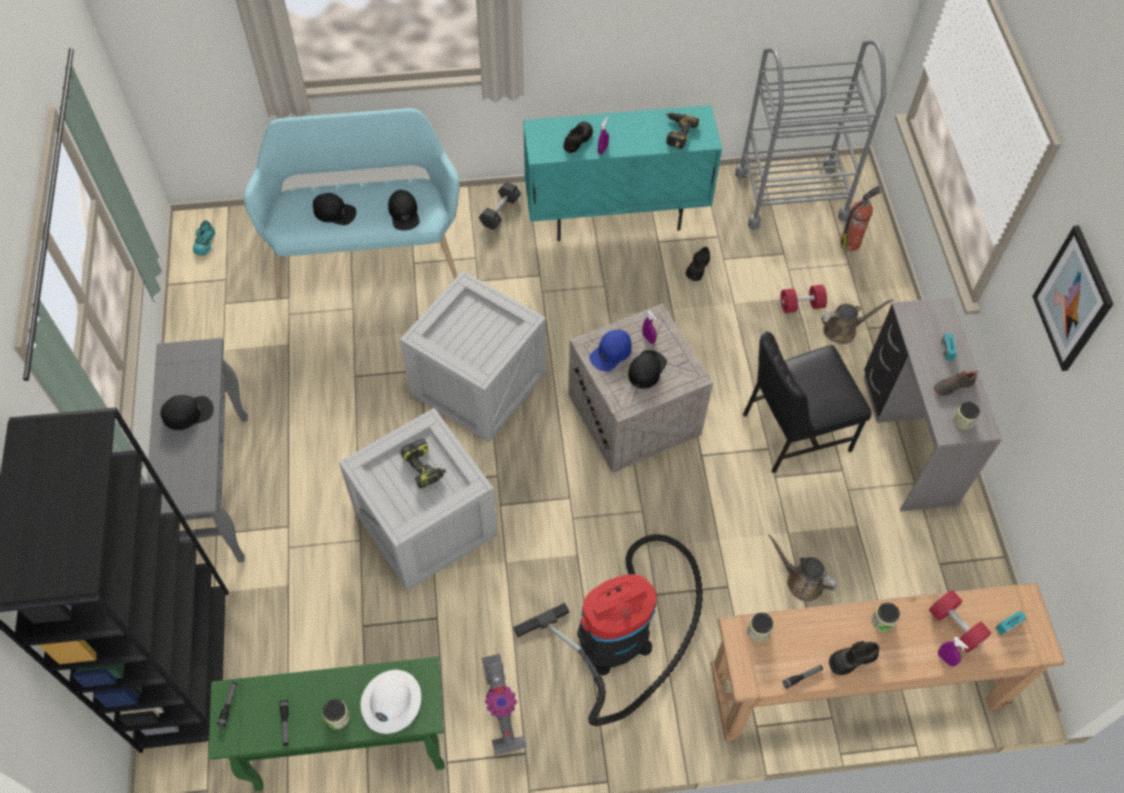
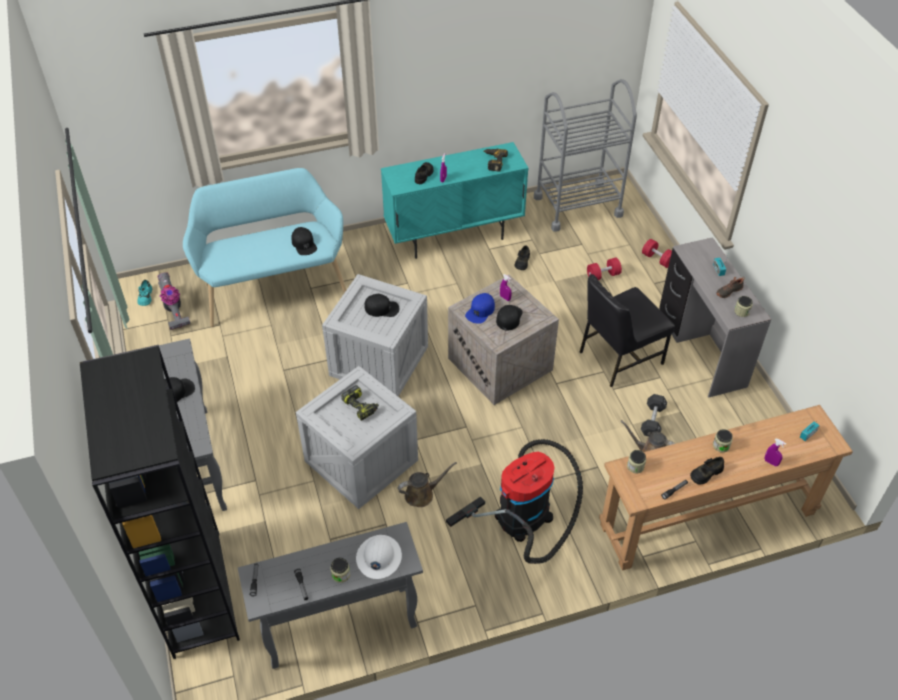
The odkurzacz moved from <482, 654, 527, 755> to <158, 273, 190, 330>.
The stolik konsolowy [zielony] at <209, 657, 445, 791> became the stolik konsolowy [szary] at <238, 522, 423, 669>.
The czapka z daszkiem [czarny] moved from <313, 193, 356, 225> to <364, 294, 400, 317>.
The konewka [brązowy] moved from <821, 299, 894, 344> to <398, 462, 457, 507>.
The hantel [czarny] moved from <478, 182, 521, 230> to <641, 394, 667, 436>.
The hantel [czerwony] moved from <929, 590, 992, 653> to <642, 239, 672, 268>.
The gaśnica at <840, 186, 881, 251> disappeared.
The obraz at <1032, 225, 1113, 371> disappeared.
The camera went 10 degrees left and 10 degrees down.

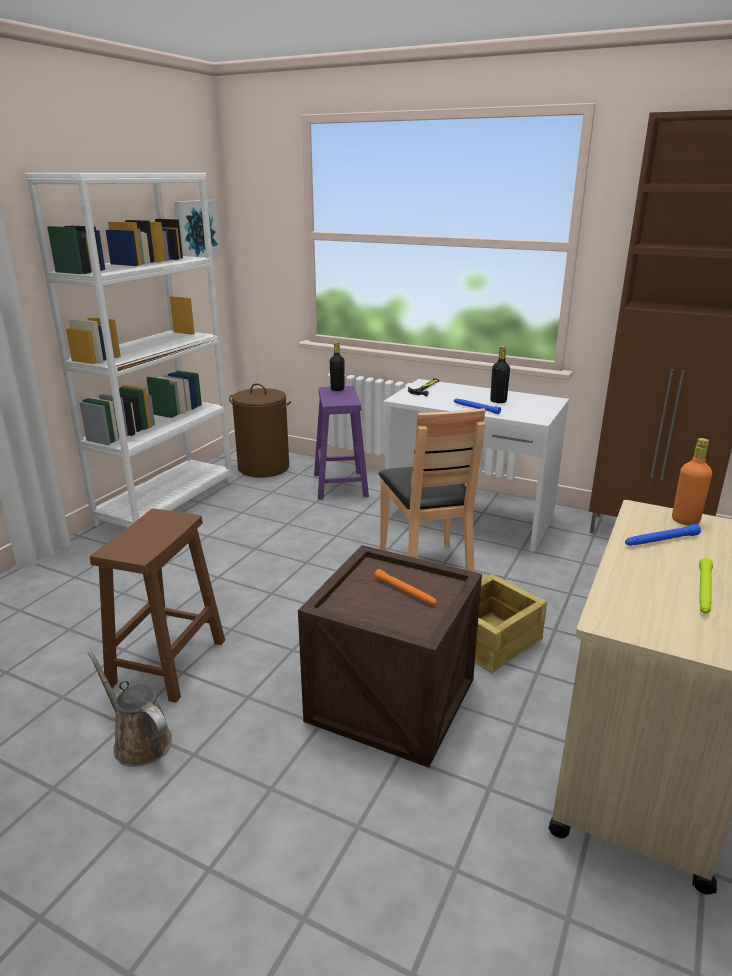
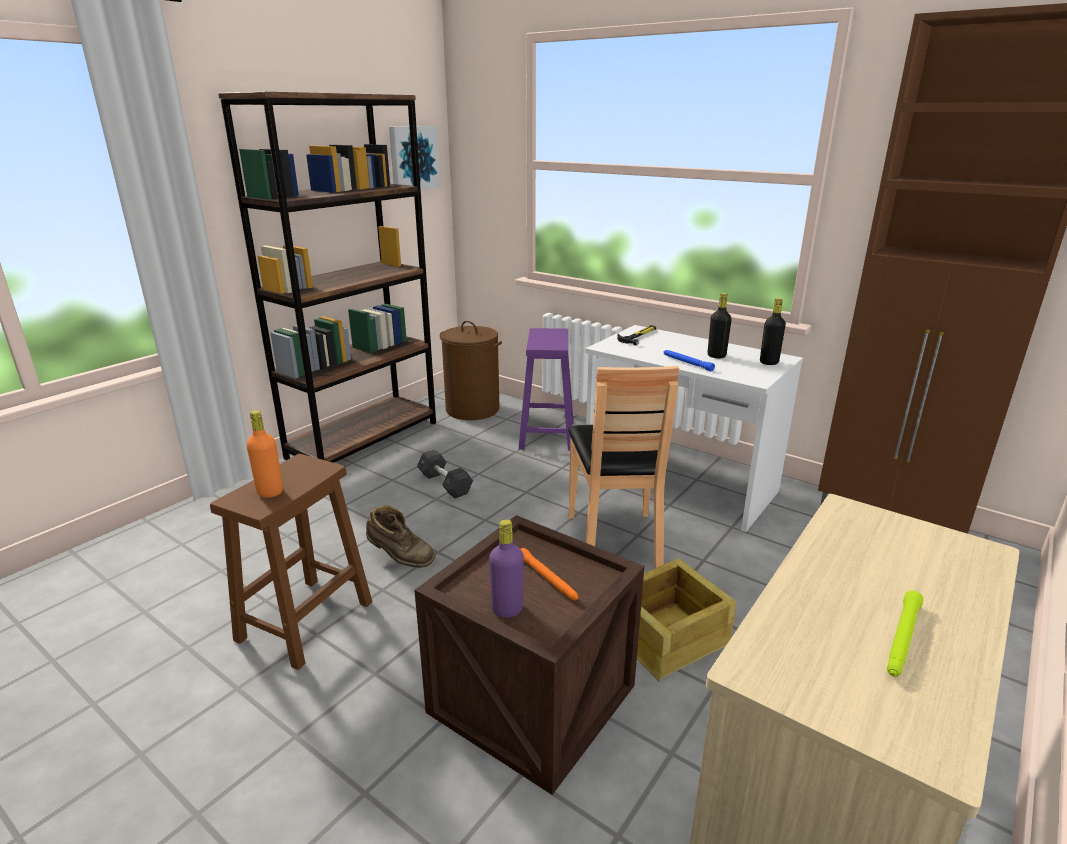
The regał [biały] at <25, 173, 233, 528> became the regał [brązowy] at <218, 92, 436, 463>.
The butelka [pomarańczowy] moved from <672, 438, 712, 525> to <246, 410, 283, 498>.
The but z cholewką [brązowy] at <366, 505, 435, 568> appeared.
The hantel [szary] at <417, 450, 473, 498> appeared.
The butelka [fioletowy] at <489, 519, 524, 618> appeared.
The butelka [czarny] moved from <330, 342, 344, 391> to <760, 298, 786, 365>.
The konewka [brązowy] at <87, 650, 172, 767> disappeared.
The latarka [niebieski] at <625, 524, 701, 546> disappeared.
The camera went 10 degrees right and 0 degrees up.

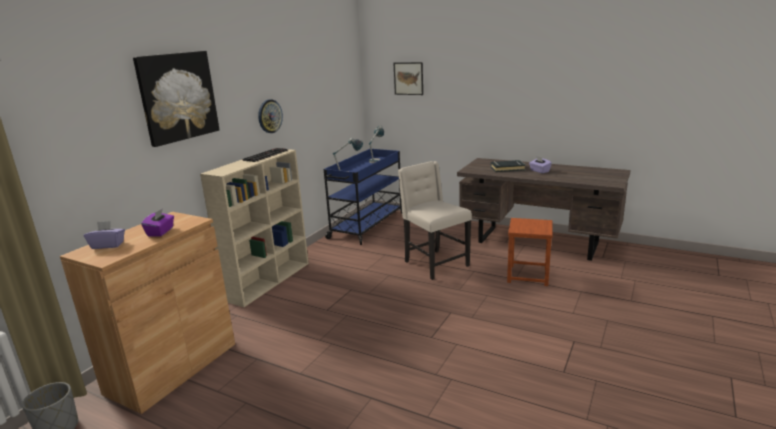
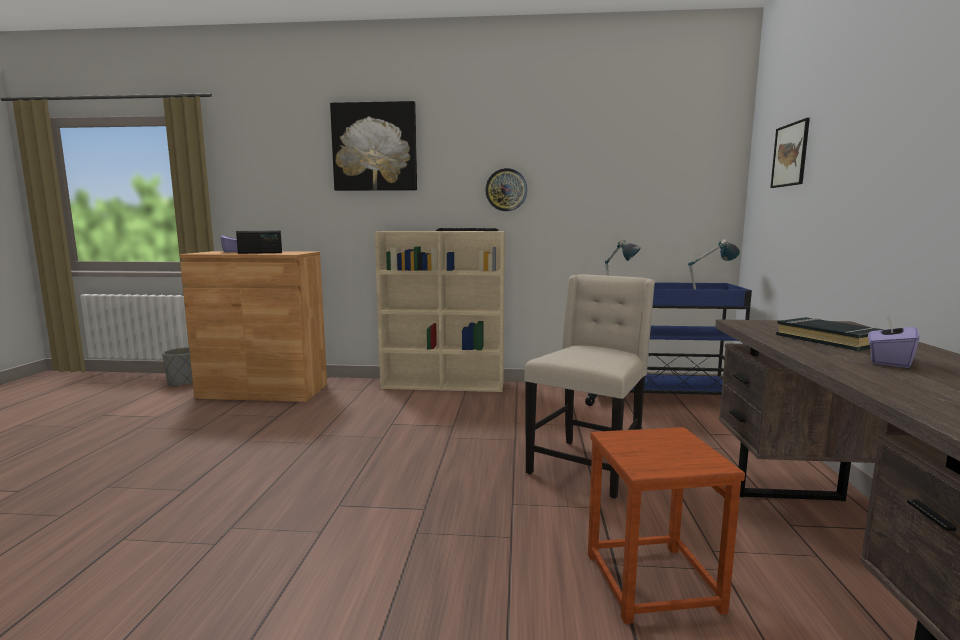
The pudełko chusteczek [fioletowy] at <141, 208, 174, 237> was replaced by the radio at <236, 231, 282, 254>.
The camera went 65 degrees right and 10 degrees down.

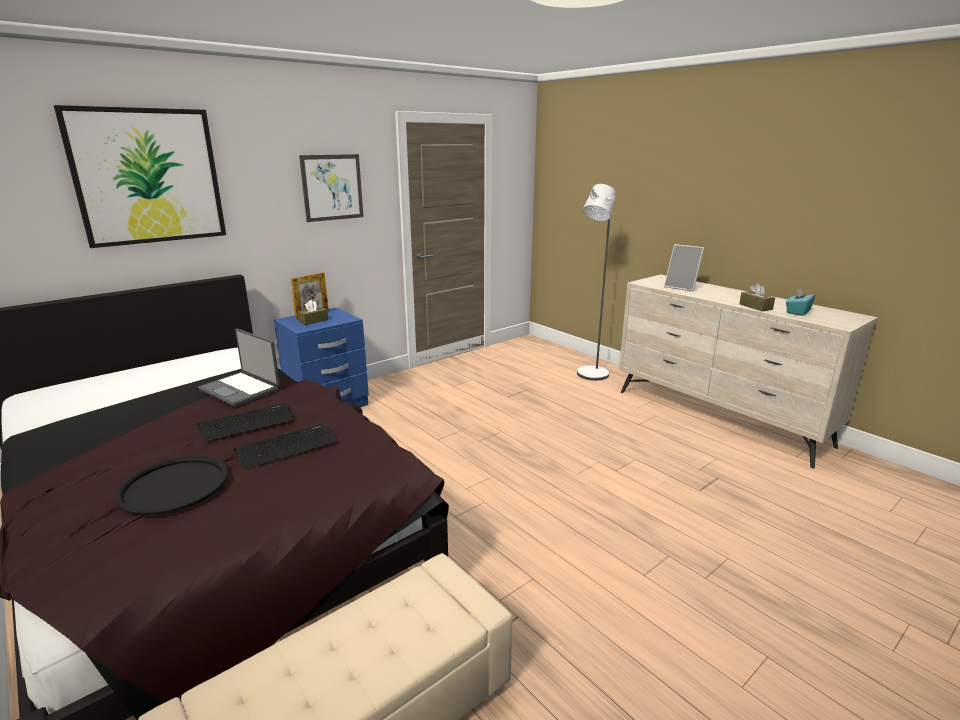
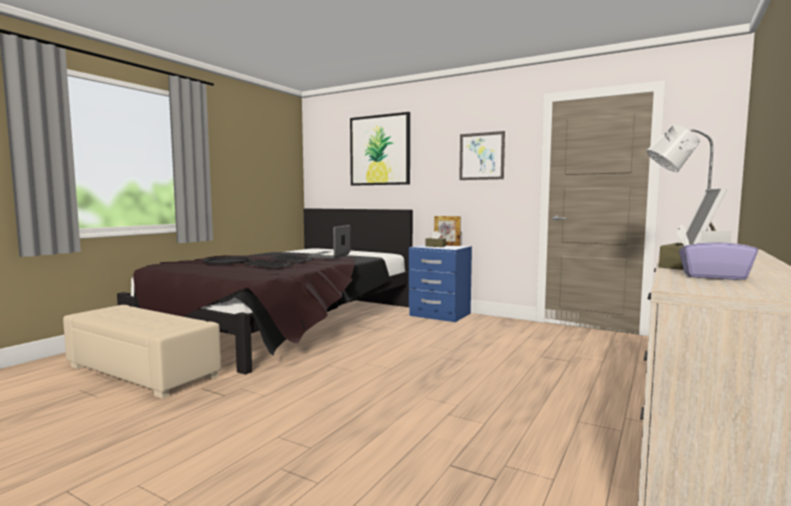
The pudełko chusteczek [turkusowy] at <786, 287, 815, 316> became the pudełko chusteczek [fioletowy] at <679, 230, 758, 280>.
The camera went 70 degrees right and 15 degrees down.

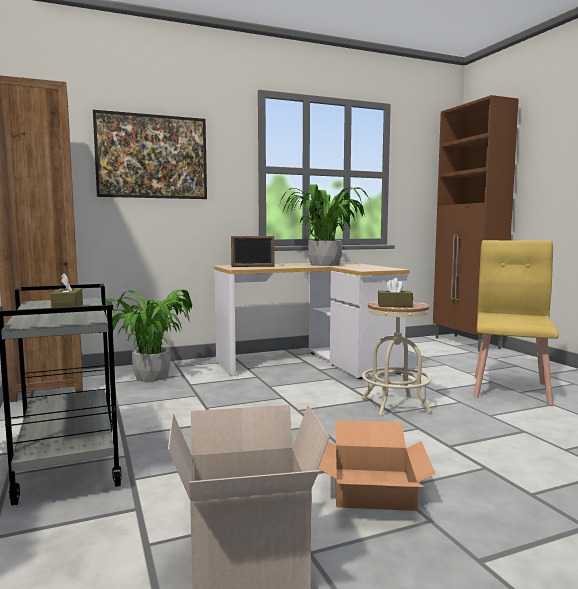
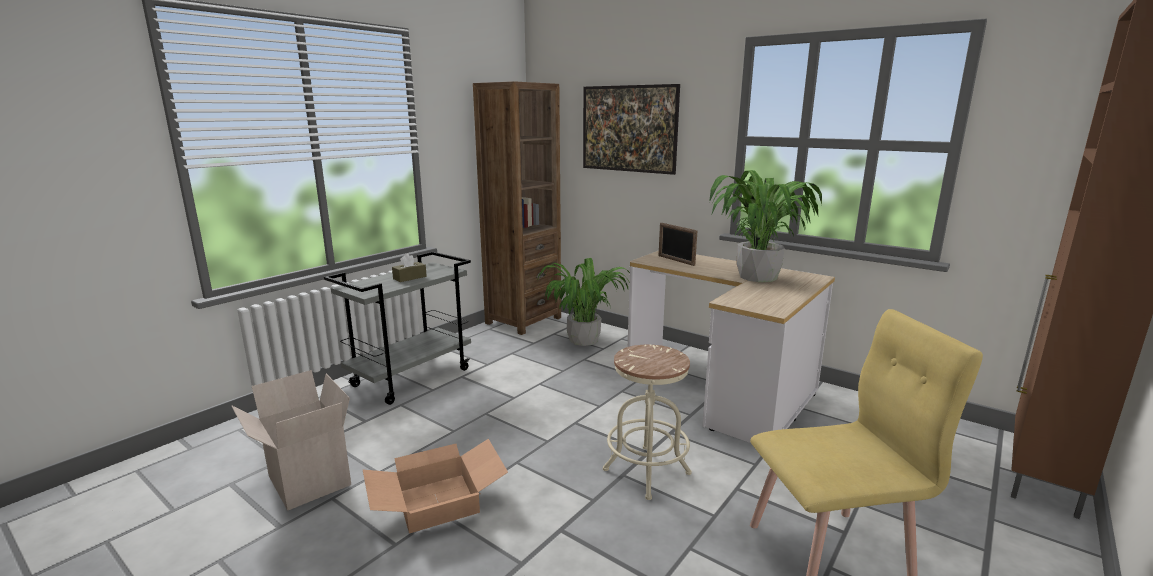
The pudełko chusteczek [brązowy] at <378, 278, 413, 307> disappeared.
The camera went 60 degrees right and 10 degrees up.

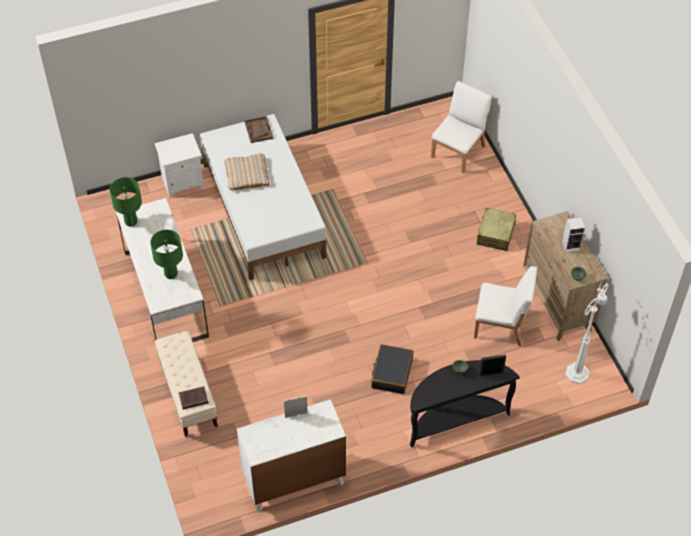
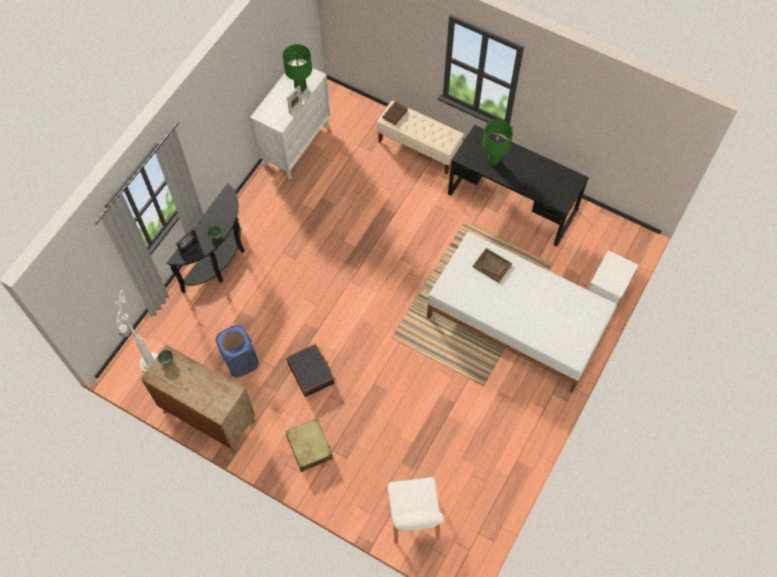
The krzesło [biały] at <474, 266, 537, 346> was replaced by the kosz na pranie [niebieski] at <216, 325, 259, 378>.
The lampa stołowa [zielony] moved from <110, 177, 142, 227> to <282, 44, 312, 92>.
The walizka [czarny] moved from <371, 344, 413, 394> to <286, 344, 334, 397>.
The biurko [biały] at <116, 198, 209, 342> became the biurko [czarny] at <448, 125, 589, 247>.
The taca [brązowy] moved from <244, 116, 273, 143> to <473, 248, 512, 283>.
The poduszka [beżowy] at <224, 154, 270, 190> disappeared.
The głośnik at <562, 217, 585, 252> disappeared.
The camera went 140 degrees right and 10 degrees up.

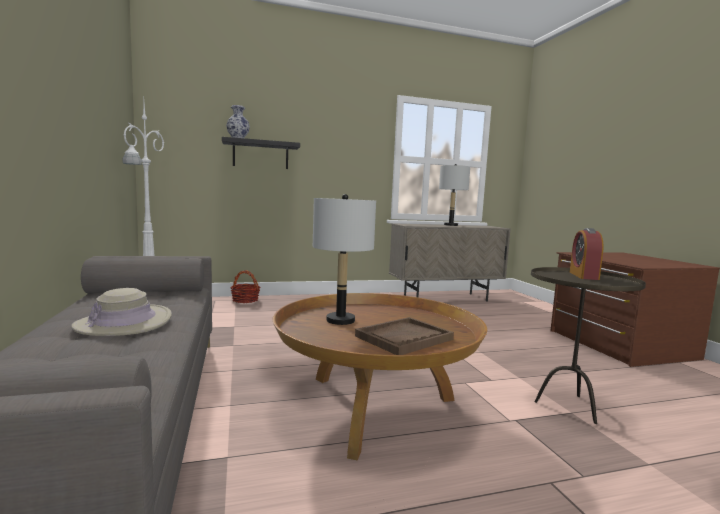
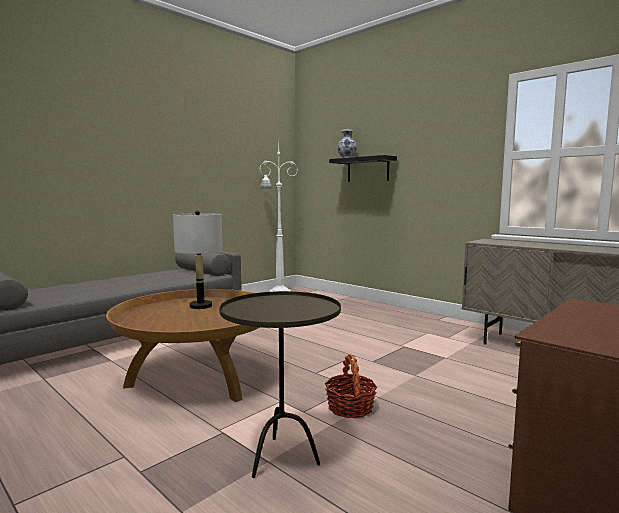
The koszyk moved from <230, 270, 260, 303> to <325, 354, 377, 418>.
The kapelusz [beżowy] at <71, 288, 172, 336> disappeared.
The taca [brązowy] at <355, 317, 454, 355> disappeared.
The lampa stołowa [szary] at <439, 164, 470, 226> disappeared.
The budzik at <570, 228, 604, 280> disappeared.
The camera went 60 degrees right and 0 degrees up.

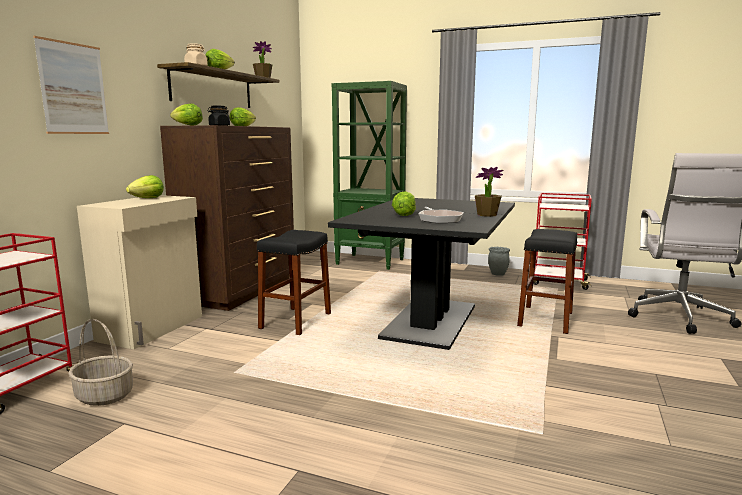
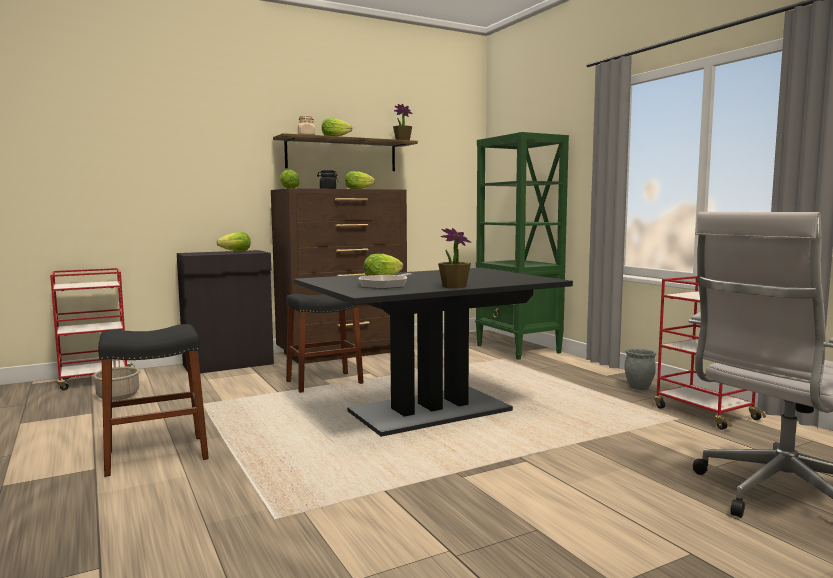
The stołek [czarny] moved from <517, 229, 578, 334> to <98, 324, 209, 477>.
The szafka [beżowy] at <77, 195, 202, 349> became the szafka [czarny] at <177, 250, 274, 373>.
The obraz at <33, 36, 109, 134> disappeared.
The camera went 40 degrees right and 5 degrees down.

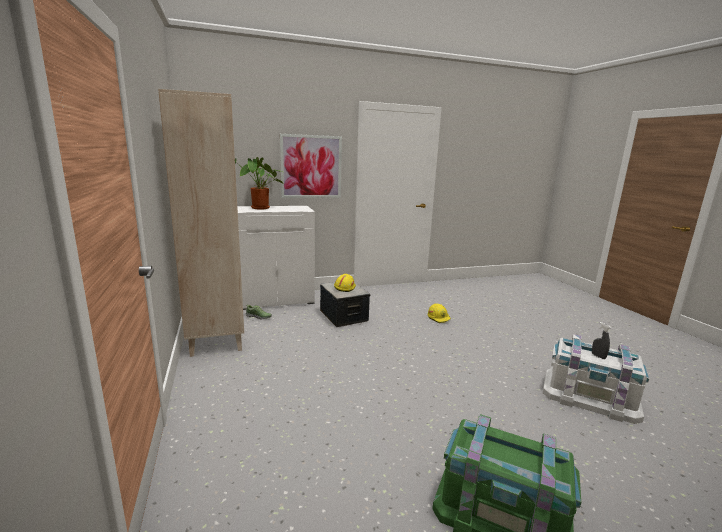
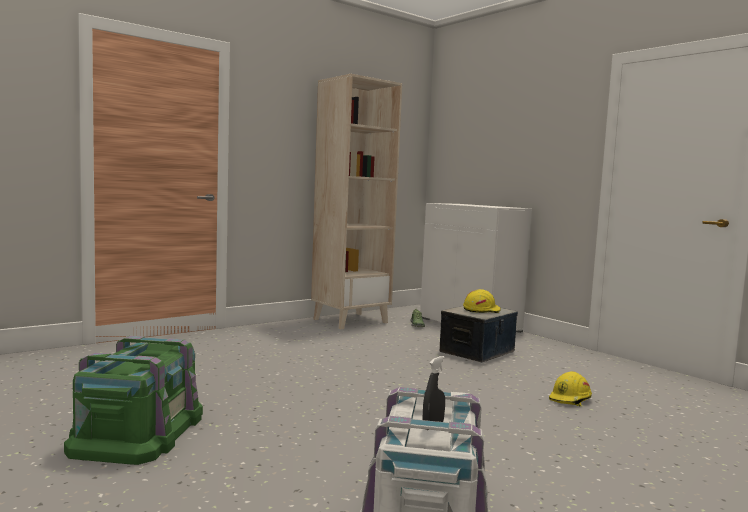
The roślina doniczkowa at <235, 157, 283, 209> disappeared.
The obraz at <280, 134, 342, 198> disappeared.
The camera went 70 degrees right and 10 degrees down.

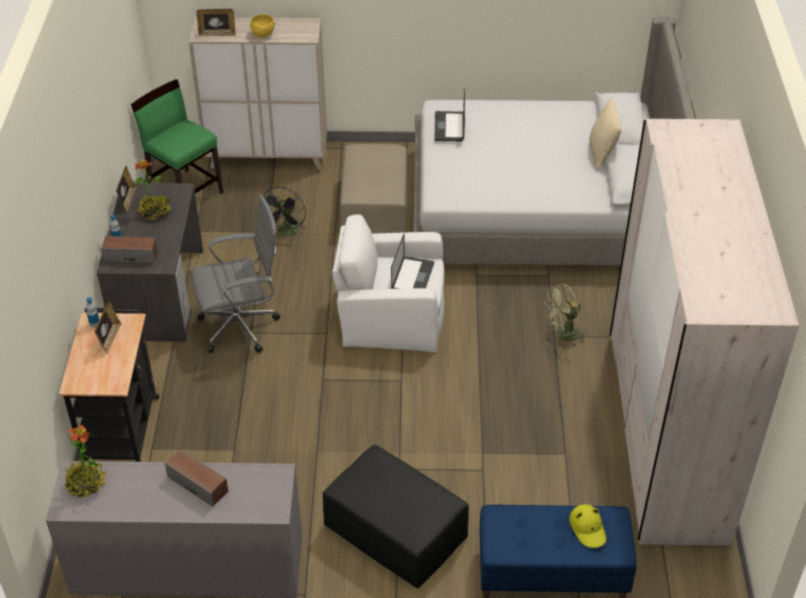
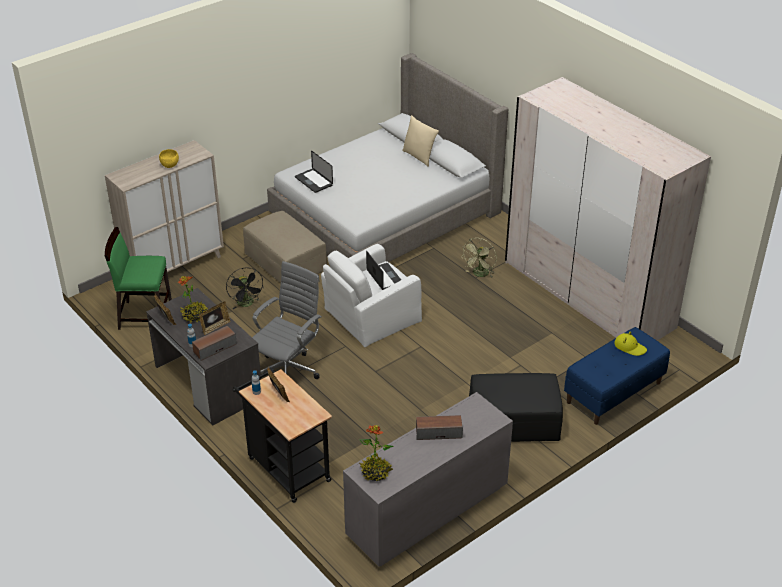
The ramka na zdjęcie moved from <196, 9, 236, 36> to <199, 301, 231, 335>.
The camera went 40 degrees left and 5 degrees down.

